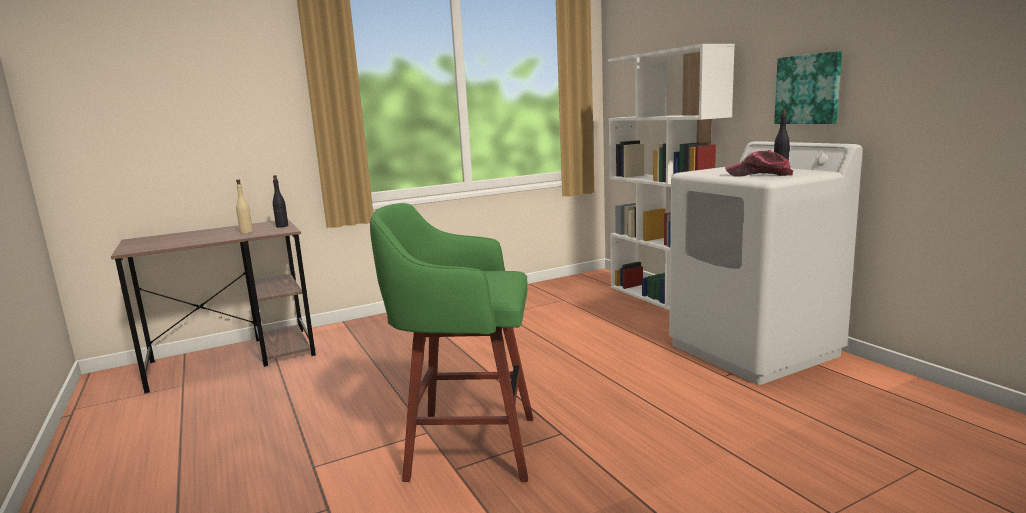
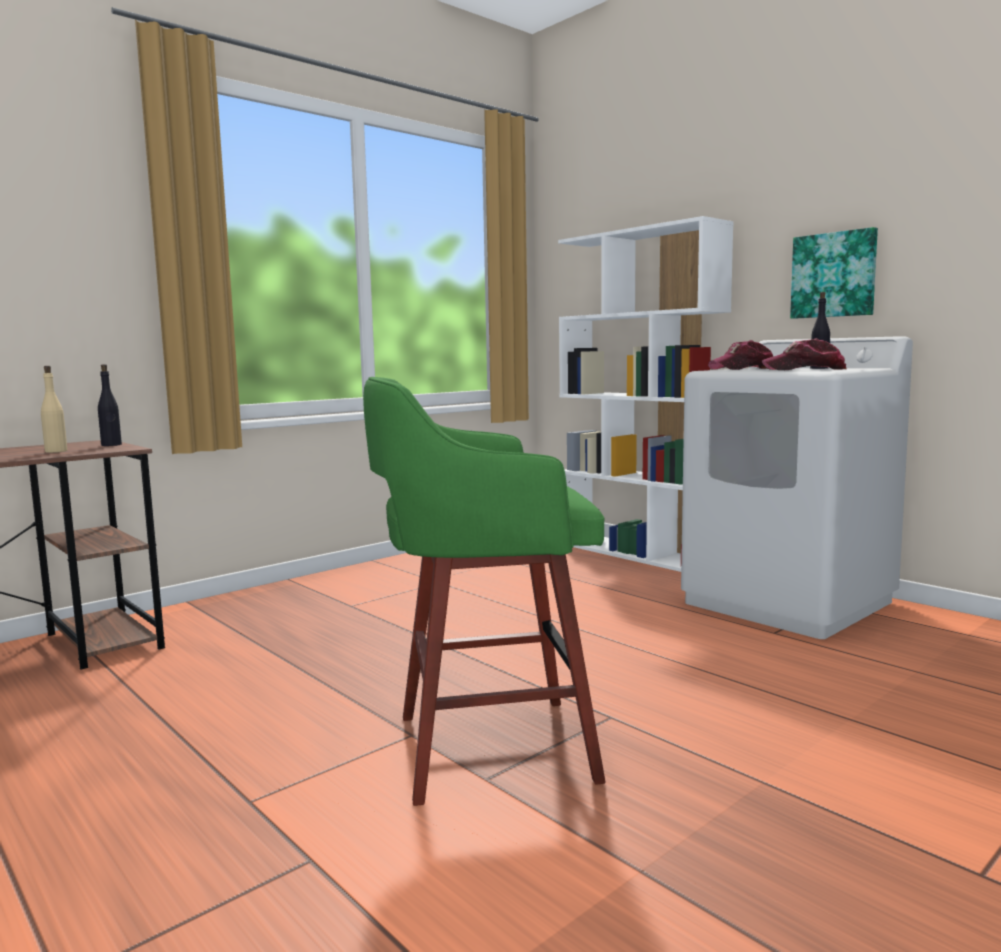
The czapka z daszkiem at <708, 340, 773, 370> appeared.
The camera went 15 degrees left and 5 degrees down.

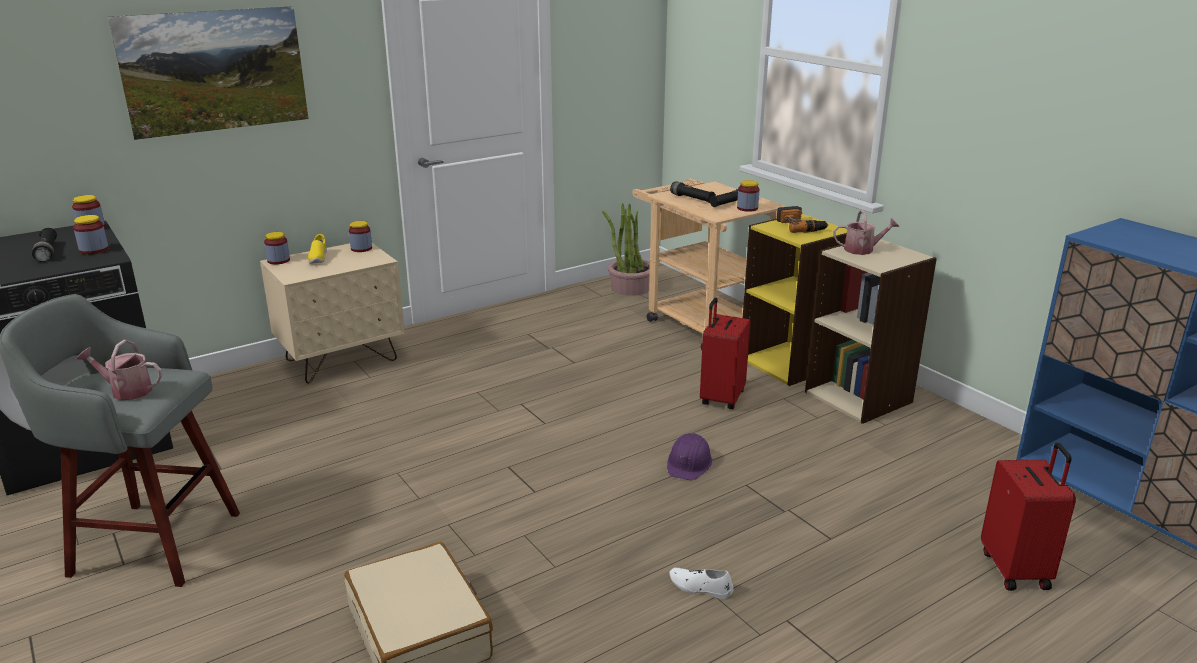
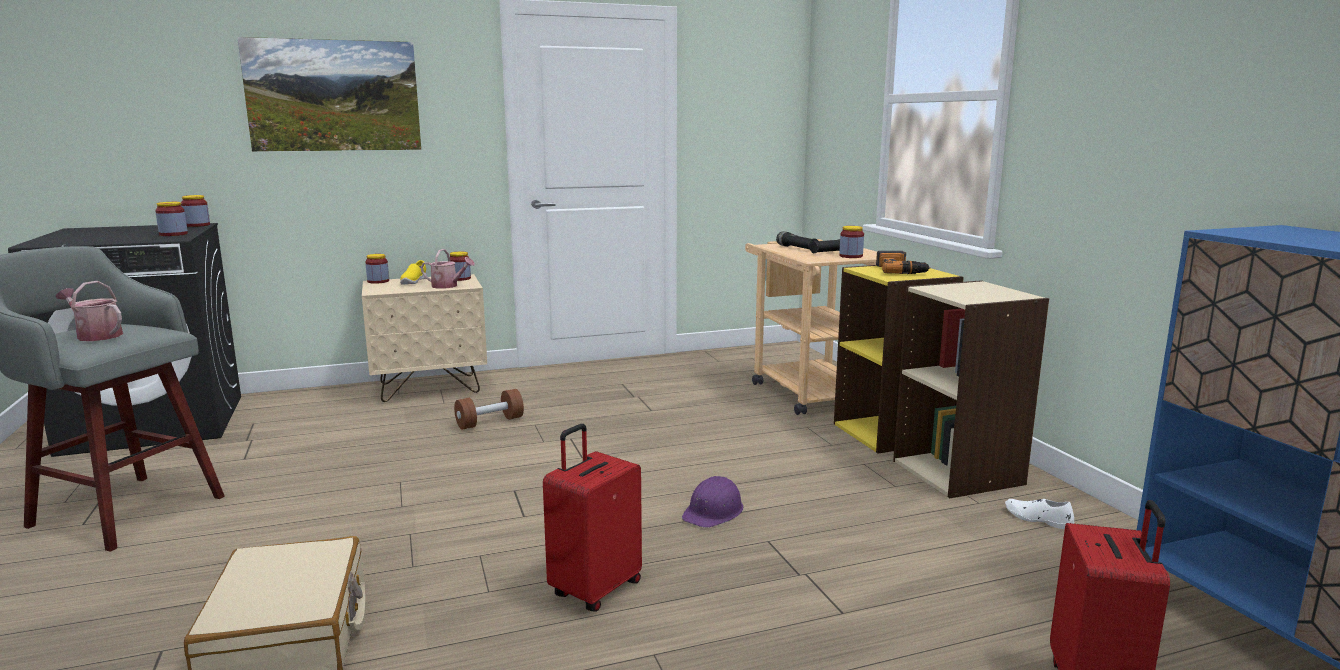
The konewka moved from <833, 210, 899, 255> to <421, 249, 475, 289>.
The hantel [brązowy] at <454, 389, 524, 430> appeared.
The walizka [czerwony] moved from <700, 298, 751, 409> to <543, 424, 642, 612>.
The but [biały] moved from <669, 567, 734, 599> to <1005, 499, 1074, 529>.
The latarka [czarny] at <32, 228, 57, 262> disappeared.
The roślina doniczkowa at <602, 203, 650, 296> disappeared.
The camera went 15 degrees right and 10 degrees down.

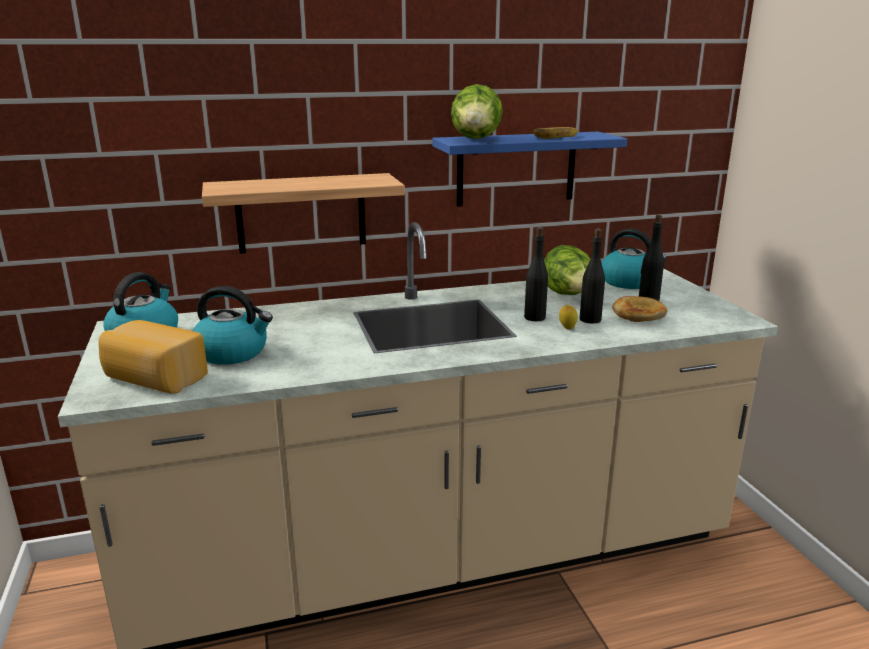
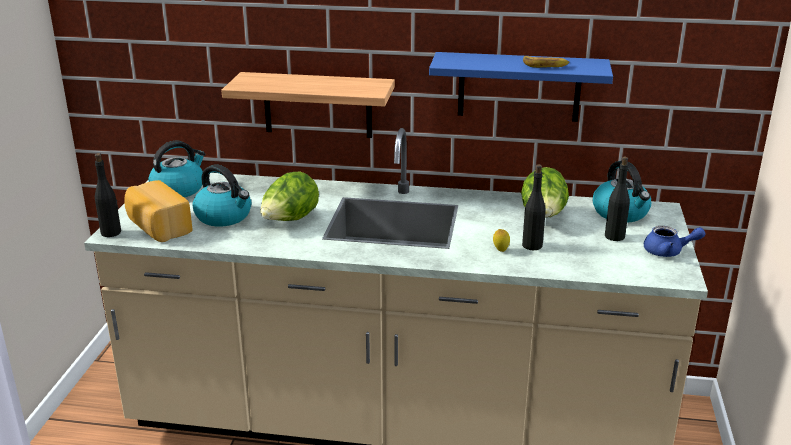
The butelka [czarny] moved from <524, 227, 548, 321> to <95, 153, 121, 237>.
The sałata moved from <451, 84, 503, 139> to <260, 171, 319, 221>.
The imbryk [niebieski] at <644, 226, 706, 257> appeared.
The chleb at <612, 296, 668, 322> disappeared.
The camera went 25 degrees right and 5 degrees up.

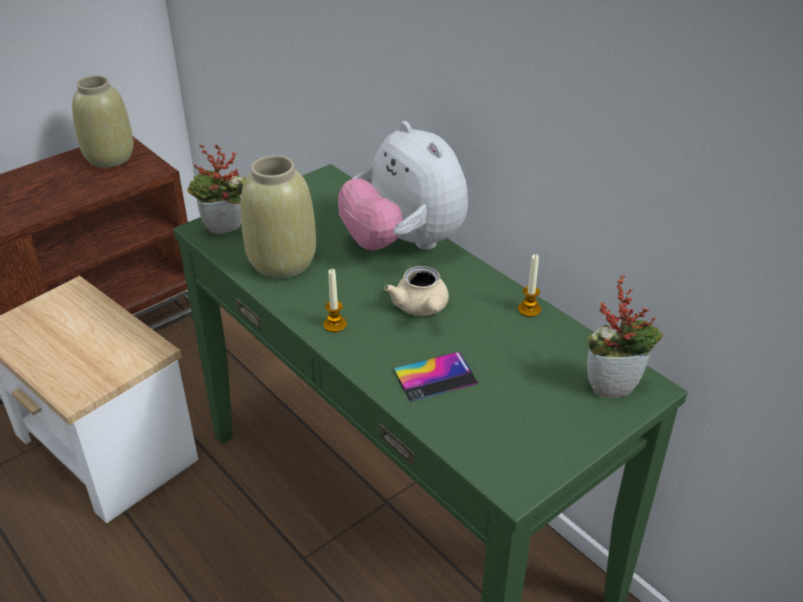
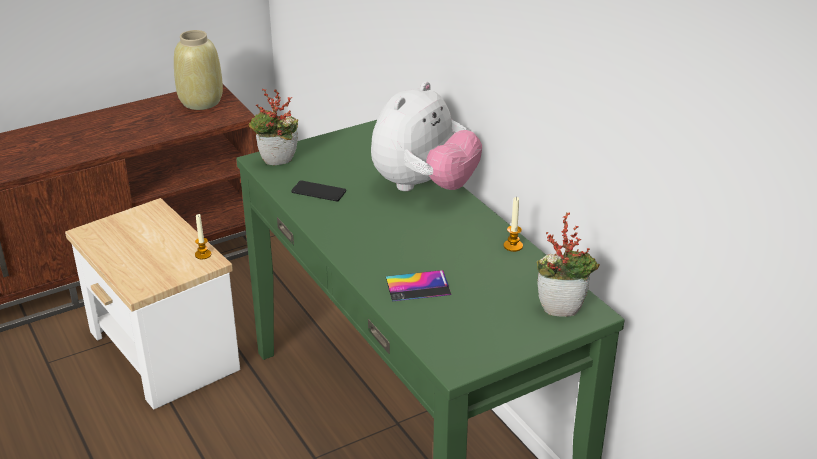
The świeca moved from <323, 269, 347, 332> to <195, 214, 211, 259>.
The wazon [beżowy] at <241, 155, 316, 279> was replaced by the telefon at <291, 180, 346, 201>.
The pluszak at <338, 121, 468, 250> turned 120 degrees counterclockwise.
The imbryk [beżowy] at <384, 266, 449, 316> disappeared.
The camera went 10 degrees right and 5 degrees down.

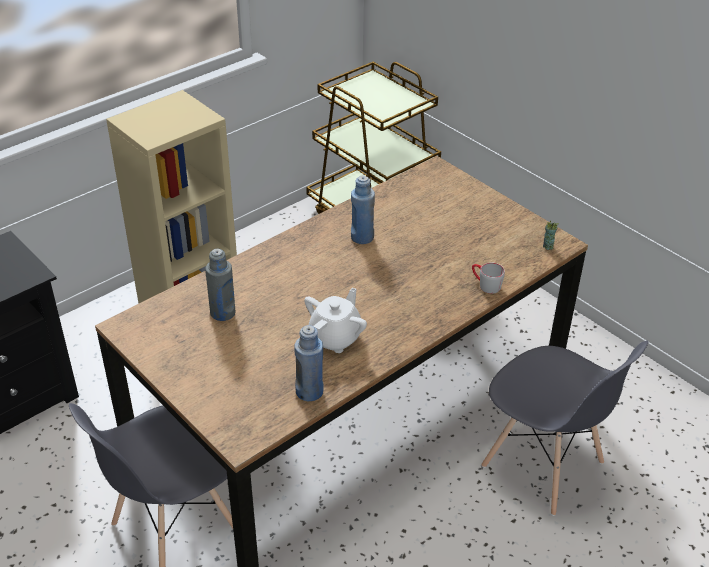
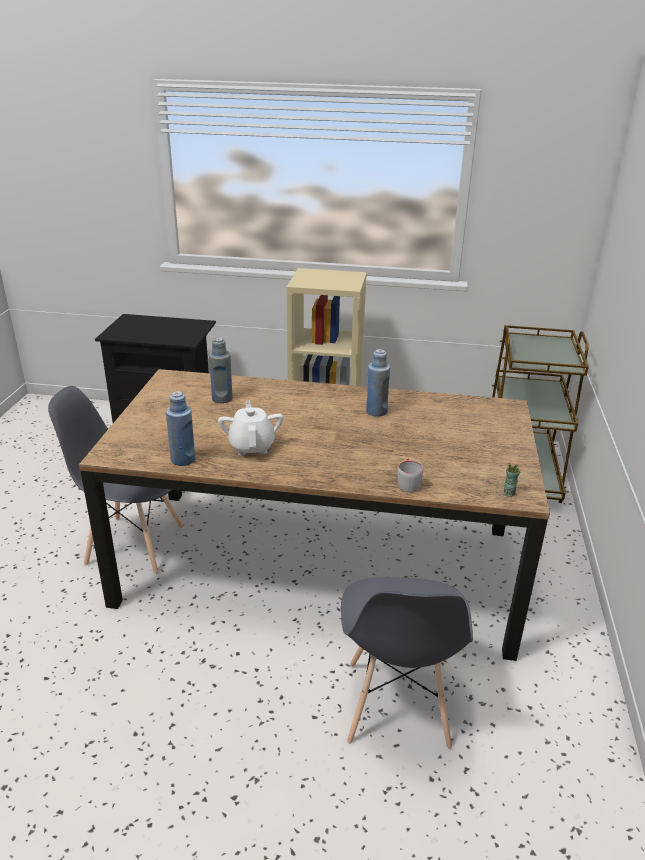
The imbryk [biały] at <304, 288, 367, 353> turned 90 degrees counterclockwise.
The camera went 50 degrees right and 10 degrees down.

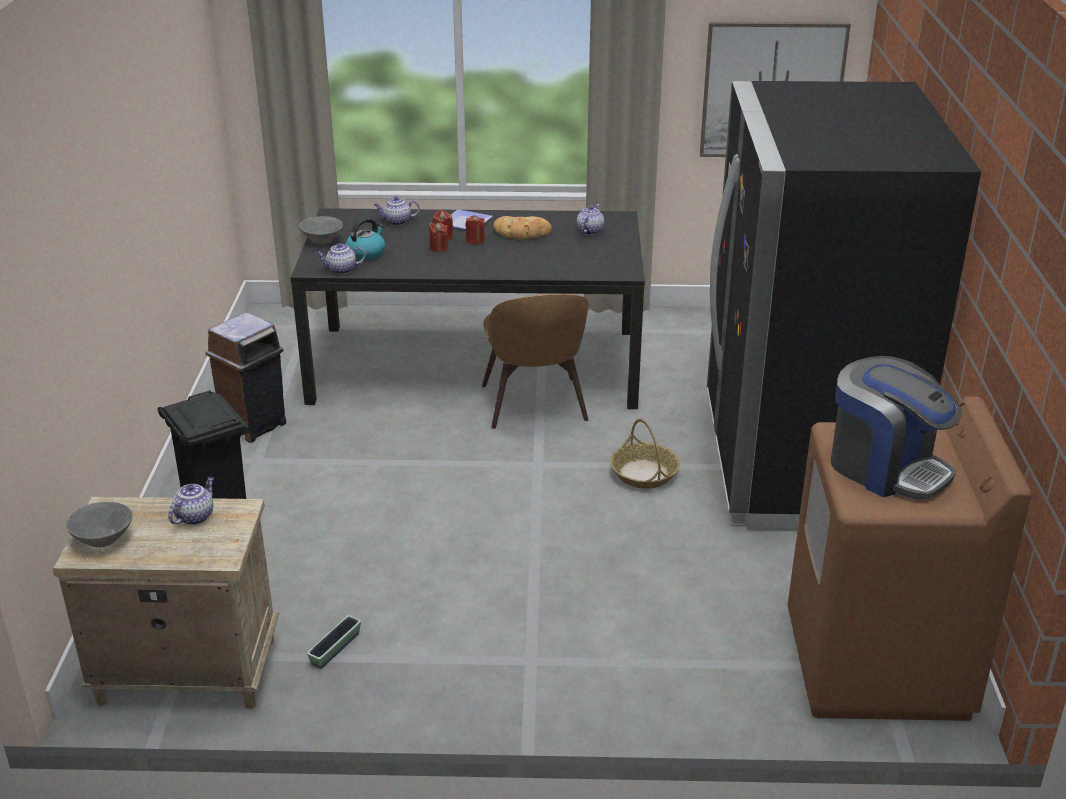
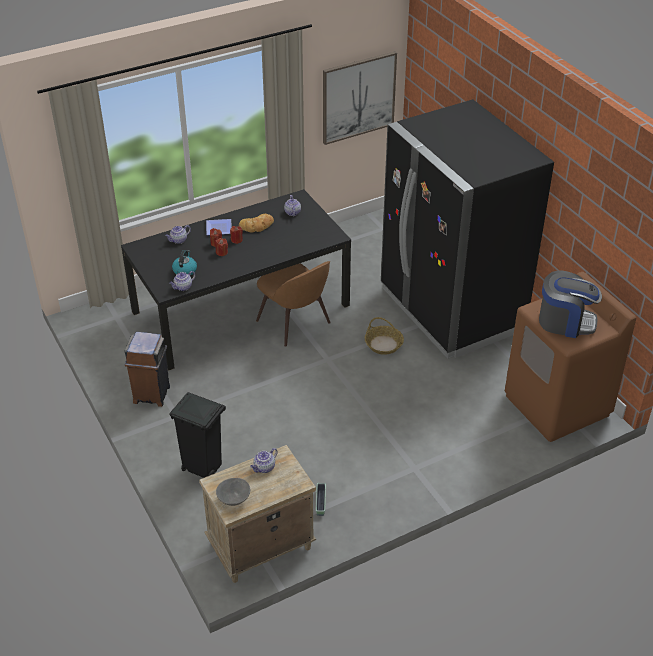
The imbryk at <168, 477, 214, 525> turned 135 degrees counterclockwise.
The miska [szary] at <299, 216, 343, 244> disappeared.
The camera went 30 degrees left and 10 degrees up.

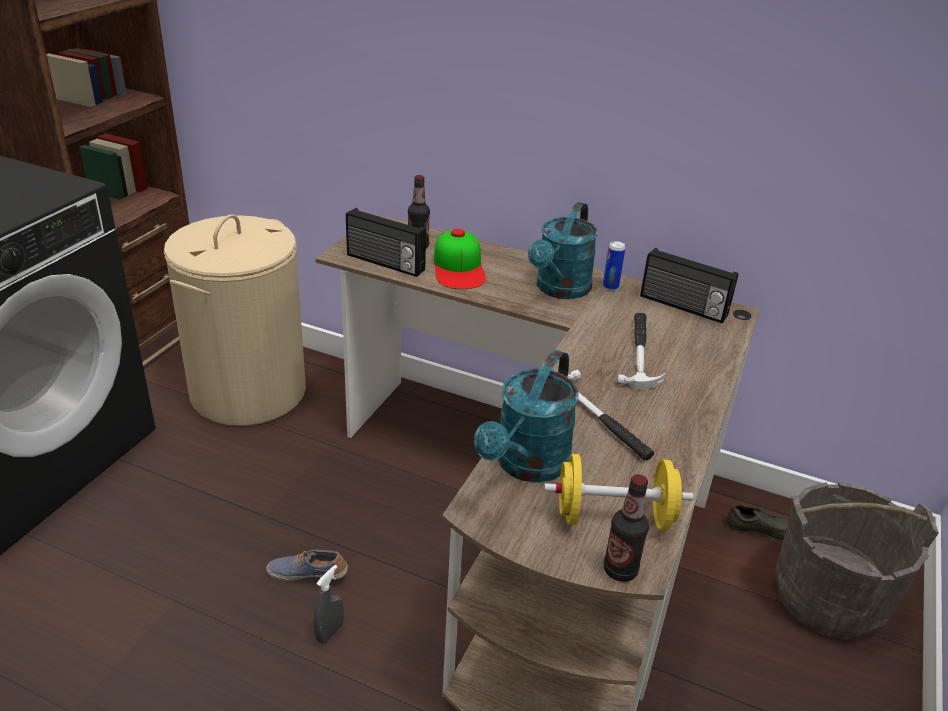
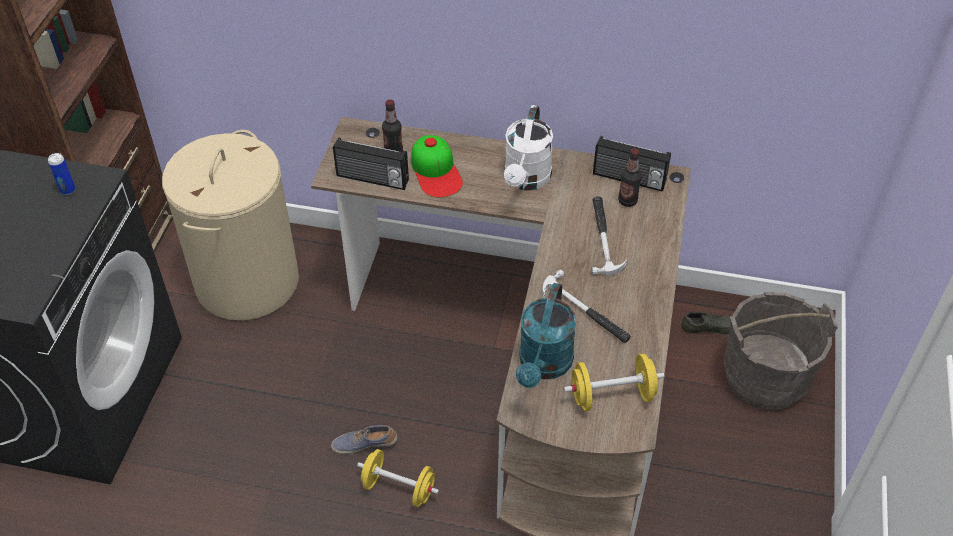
The puszka moved from <603, 241, 625, 290> to <48, 153, 75, 195>.
The spryskiwacz [szary] at <314, 565, 344, 644> was replaced by the hantel [żółty] at <357, 449, 439, 507>.
The konewka [turkusowy] at <528, 202, 598, 299> became the konewka [biały] at <504, 105, 553, 190>.
The butelka moved from <604, 474, 649, 582> to <618, 148, 642, 207>.
The camera went 10 degrees left and 15 degrees up.

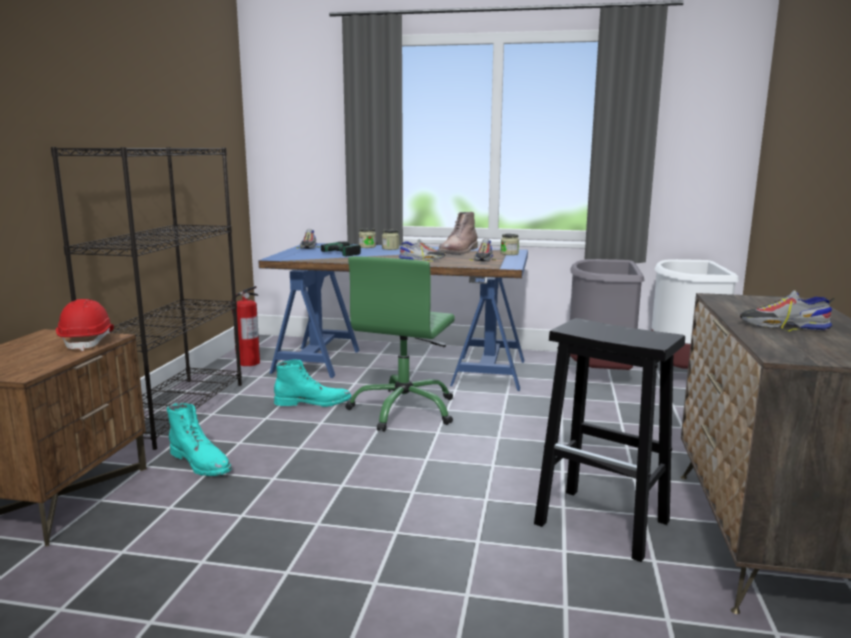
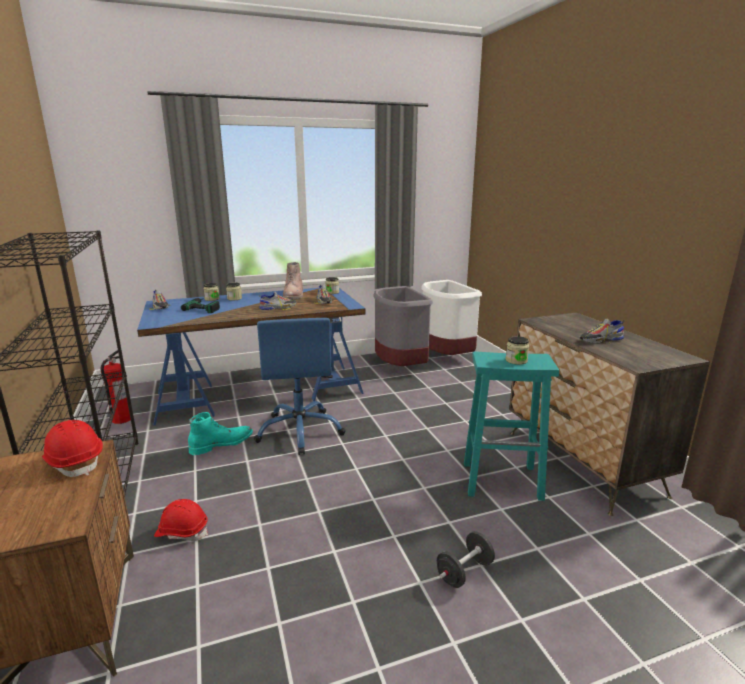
The but z cholewką [turkusowy] at <167, 403, 232, 476> was replaced by the kask [czerwony] at <154, 499, 208, 541>.
The krzesło biurowe [zielony] at <346, 256, 455, 432> became the krzesło biurowe [niebieski] at <254, 318, 346, 455>.
The hantel [czarny] at <437, 531, 495, 588> appeared.
The stołek [czarny] at <534, 318, 685, 562> became the stołek [turkusowy] at <464, 351, 559, 501>.
The słoik at <505, 336, 529, 365> appeared.
The camera went 30 degrees left and 5 degrees up.

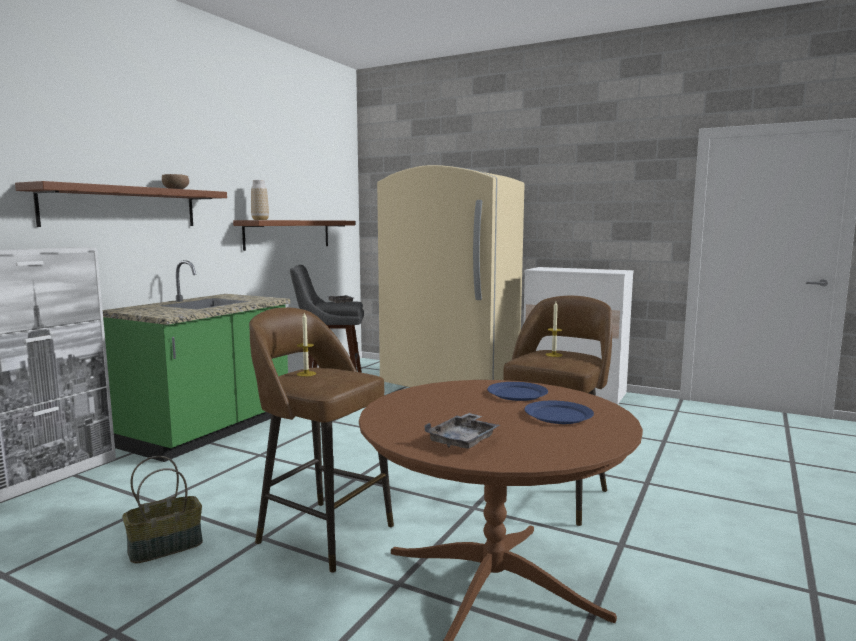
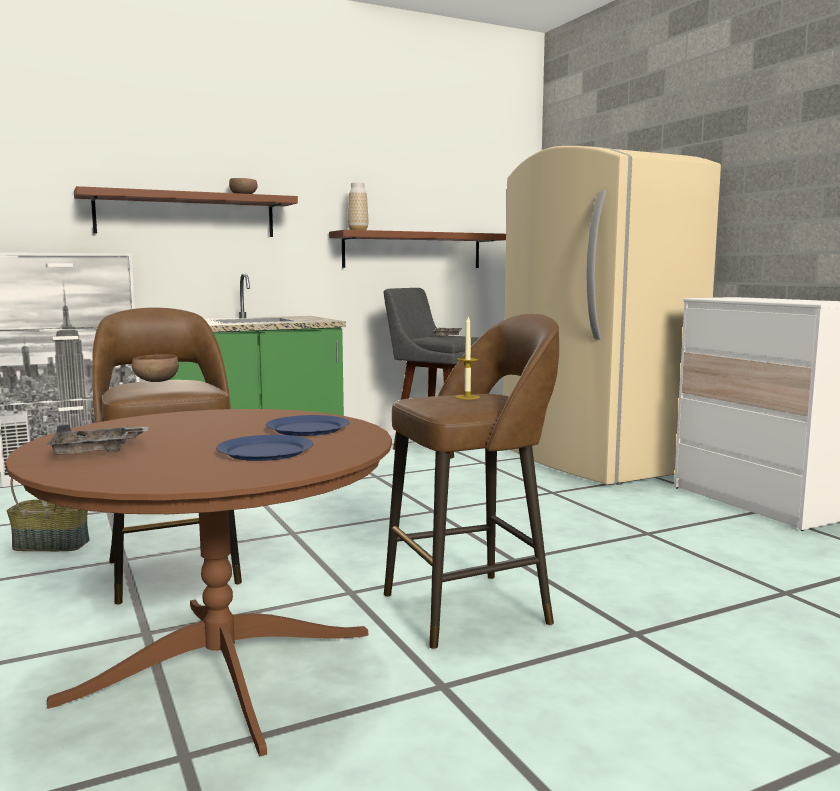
The świeca at <297, 313, 316, 377> was replaced by the miska [brązowy] at <132, 354, 179, 382>.
The camera went 35 degrees right and 0 degrees up.

